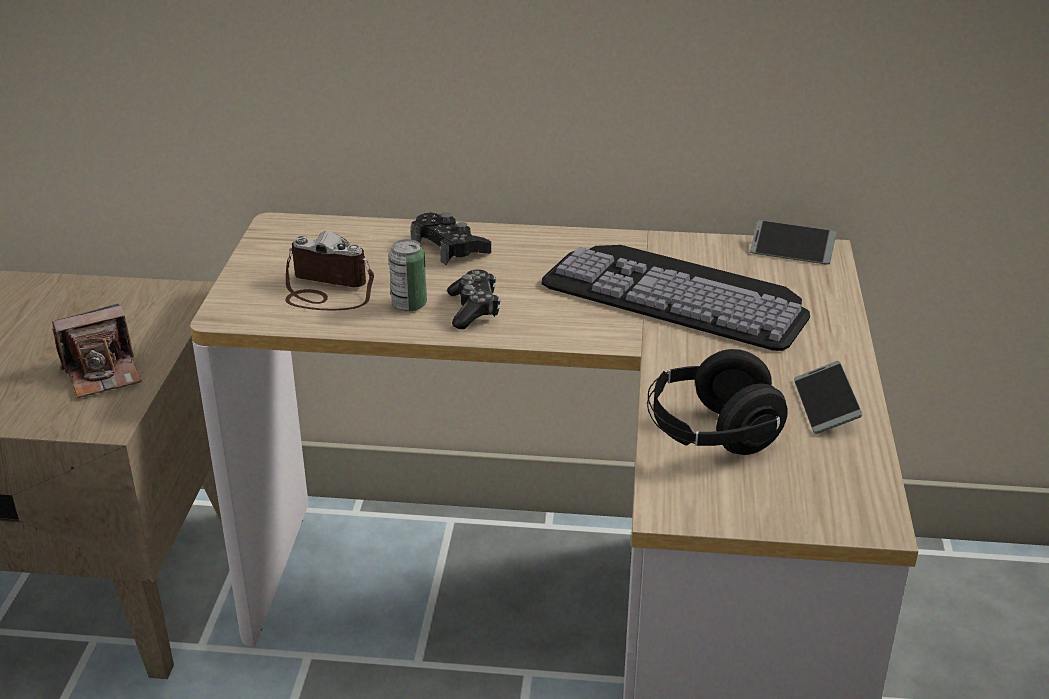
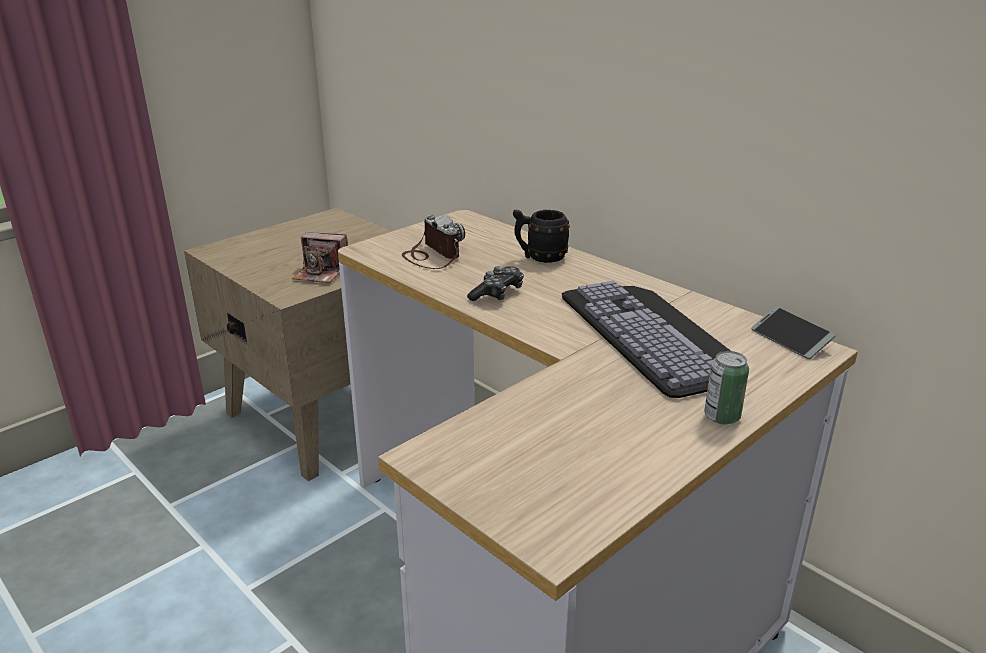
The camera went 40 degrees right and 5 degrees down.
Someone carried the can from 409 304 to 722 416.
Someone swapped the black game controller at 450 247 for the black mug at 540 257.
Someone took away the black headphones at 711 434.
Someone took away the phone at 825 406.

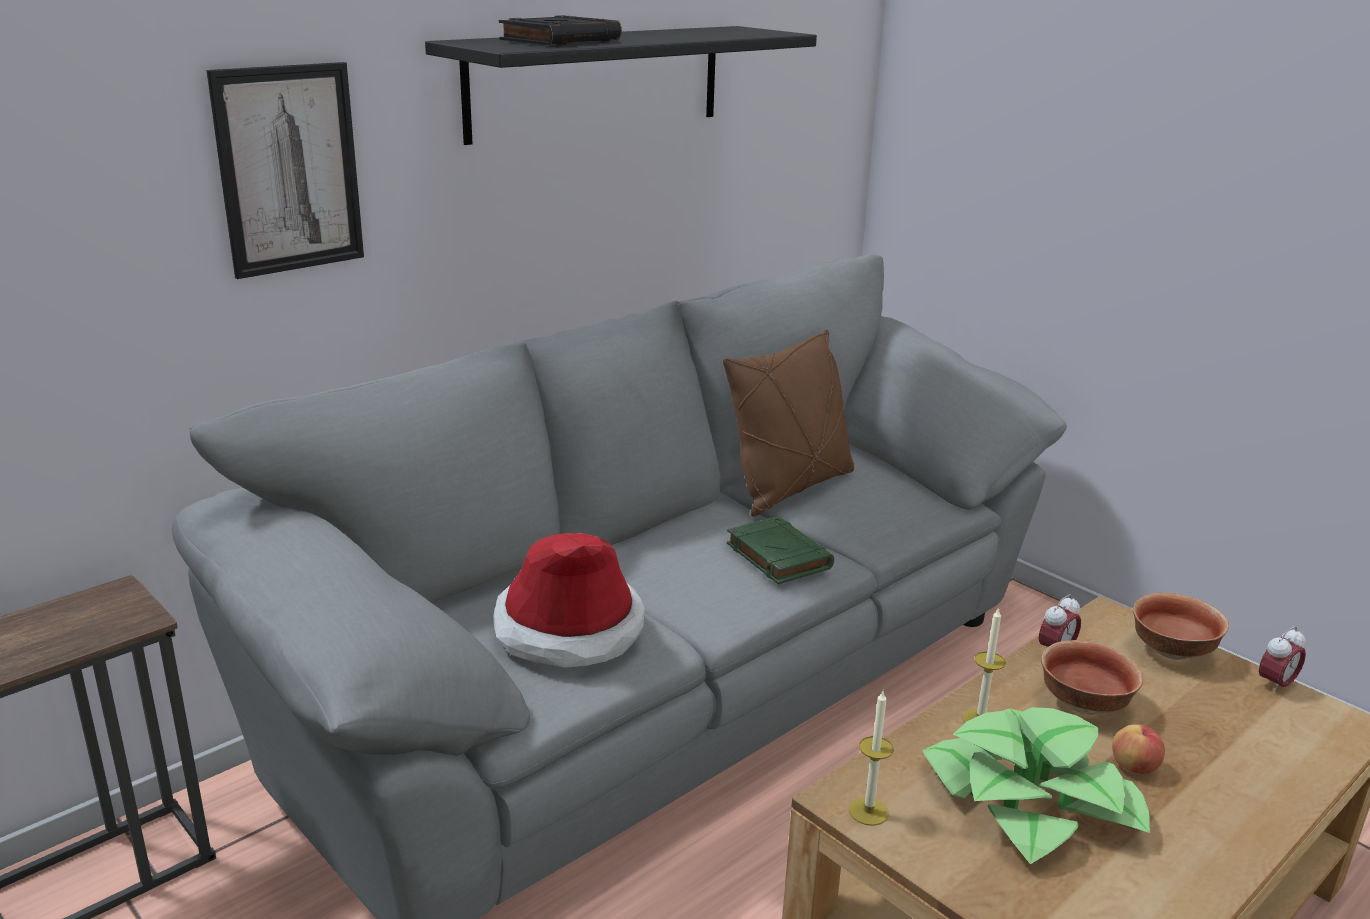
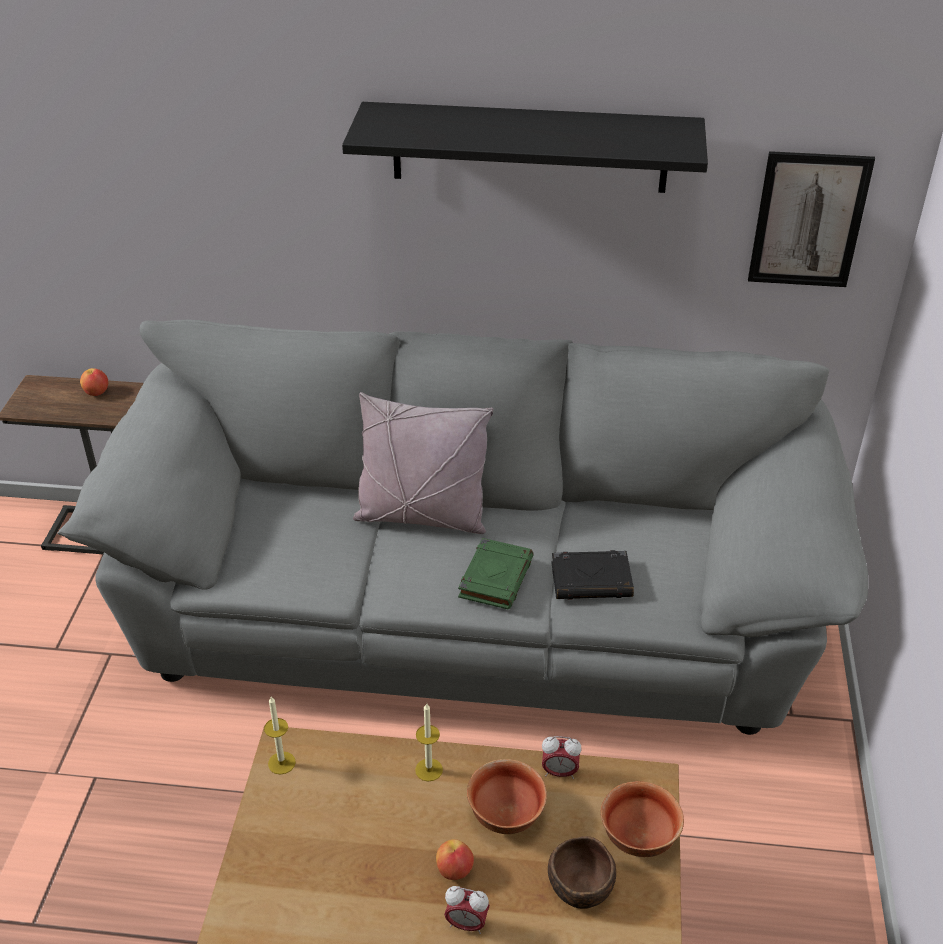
The camera went 50 degrees right and 15 degrees up.
Someone carried the picture from 289 169 to 808 220.
Someone took away the hat at 569 629.
Someone carried the black book from 561 40 to 592 580.
Someone took away the brown pillow at 790 487.
Someone took away the potted plant at 1030 802.
Someone carried the alarm clock from 1275 685 to 466 924.
Someone put down the apple at 96 392.
Someone put down the purple pillow at 422 517.
Someone put down the brown bowl at 580 886.

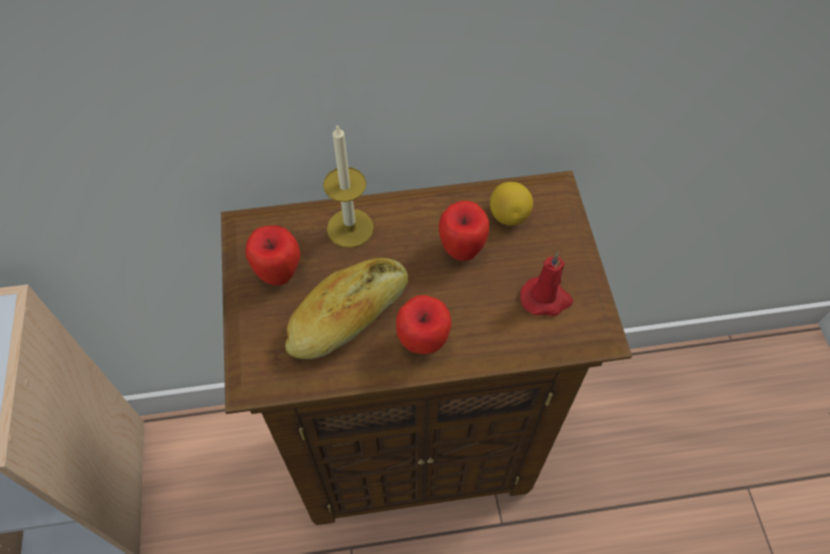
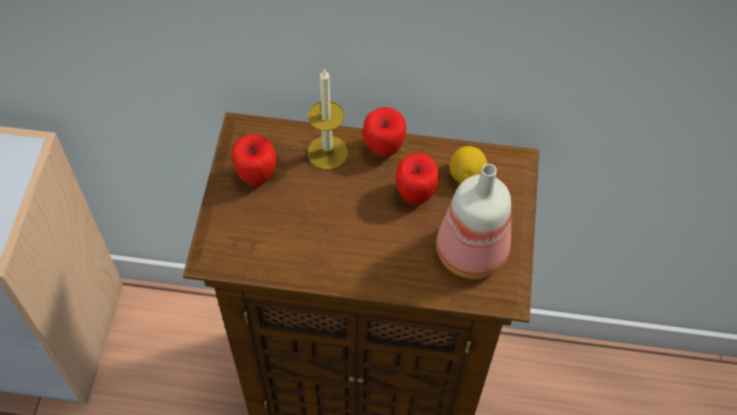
The camera went 15 degrees right and 0 degrees up.
Someone took away the bread at 349 317.
Someone carried the apple from 423 343 to 383 149.
Someone swapped the red candle at 546 299 for the bottle at 472 254.

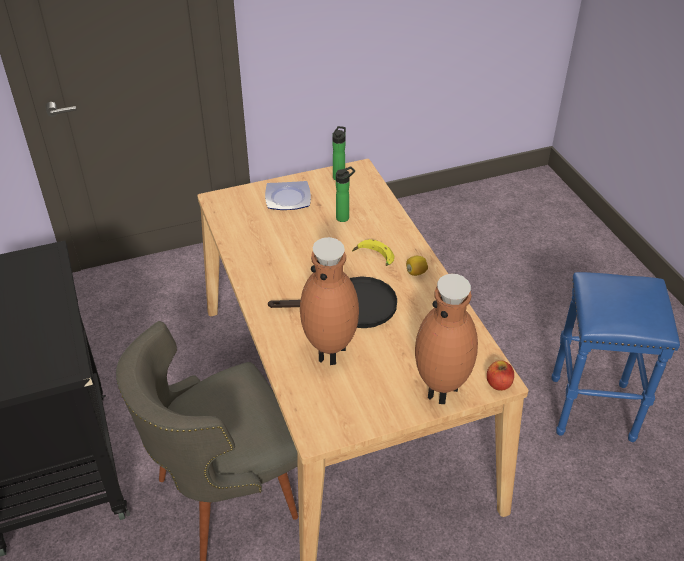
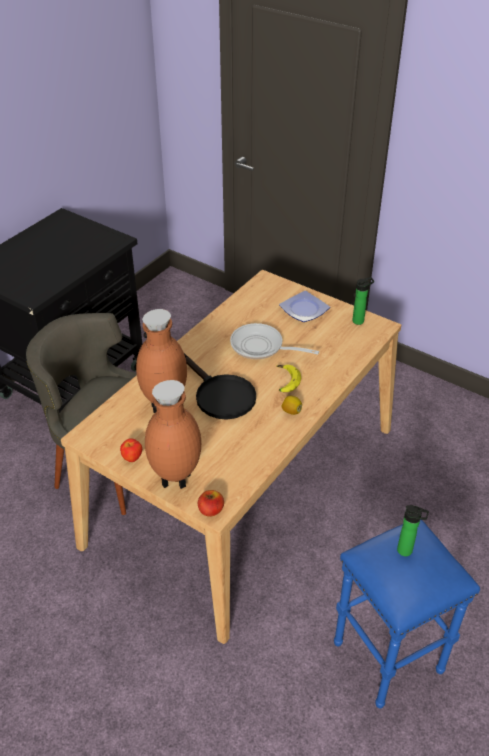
The camera went 55 degrees right and 0 degrees up.
Someone carried the bottle from 344 217 to 407 551.
Someone put down the apple at 132 458.
Someone put down the frying pan at 261 347.

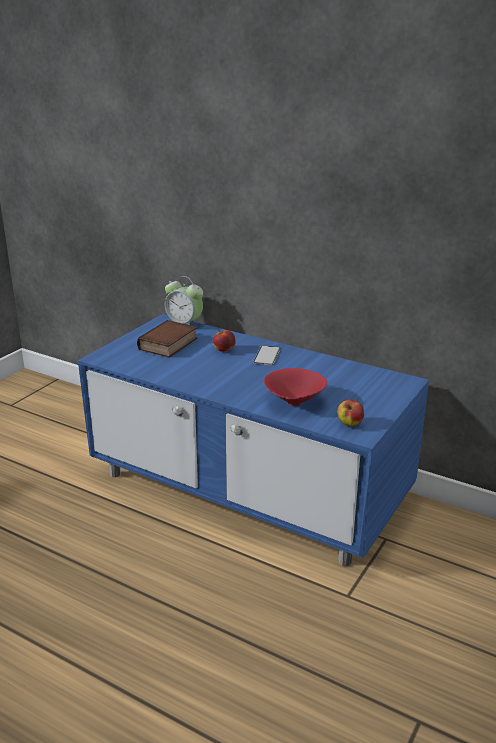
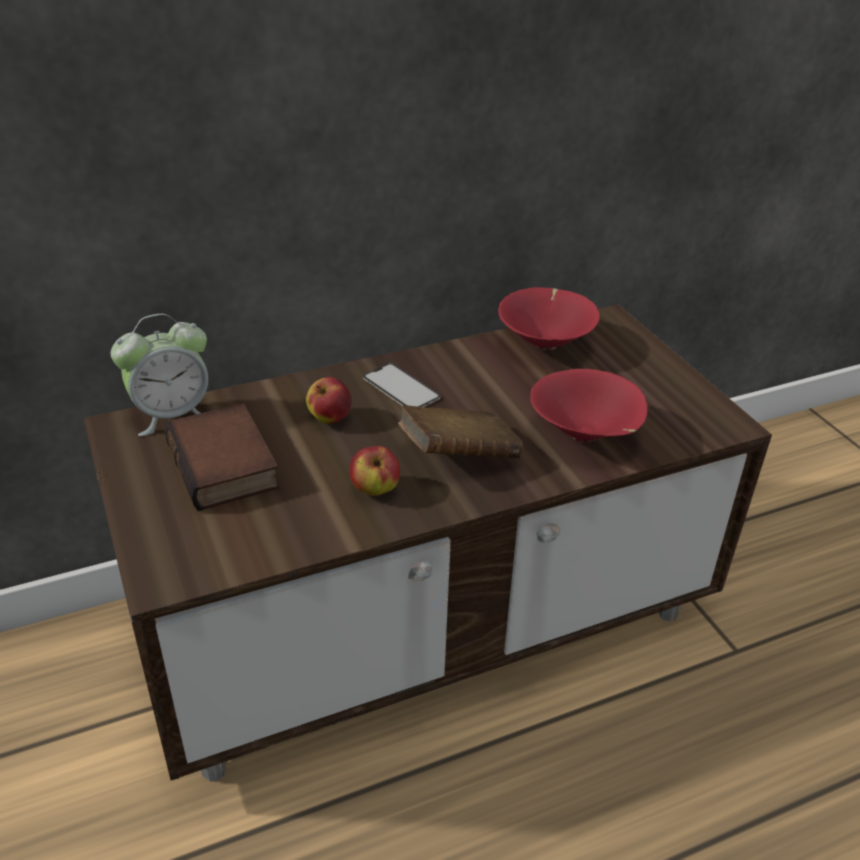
The camera went 55 degrees left and 10 degrees up.
Someone repainted the blue tv stand at 249 488, which became the brown tv stand at 426 615.
Someone carried the apple from 349 424 to 374 490.
Someone put down the brown book at 458 456.
Someone put down the red bowl at 546 343.

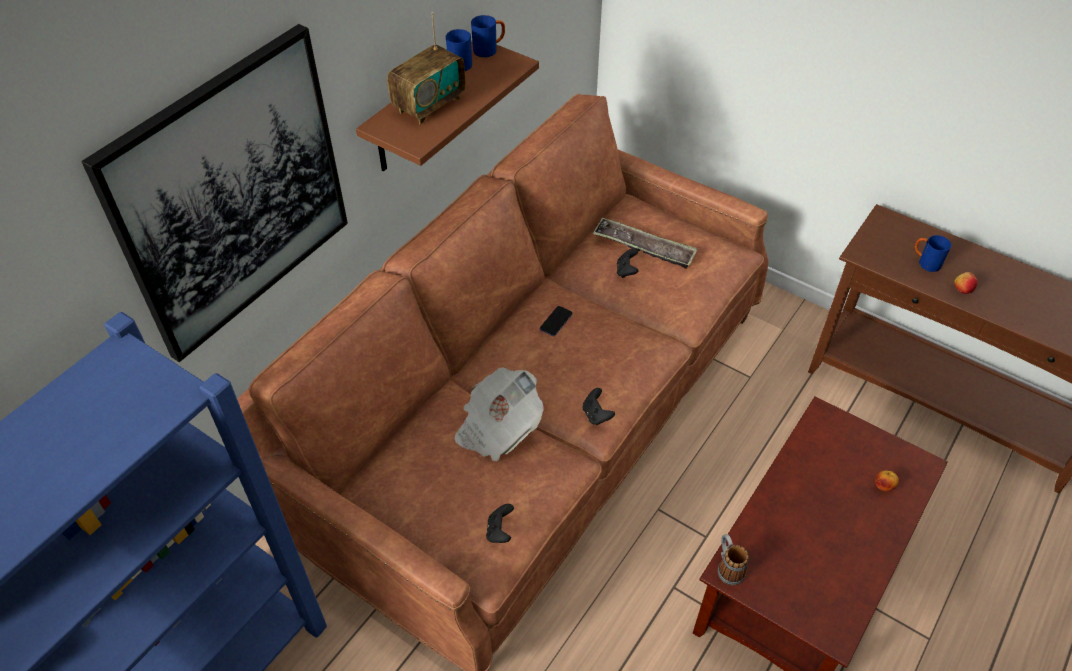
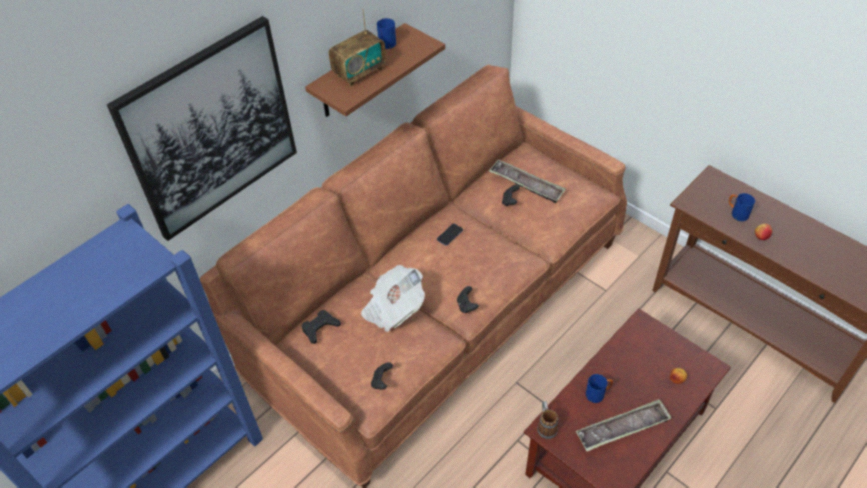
The camera went 10 degrees right and 0 degrees up.
Someone carried the blue mug from 489 50 to 598 394.
Someone put down the black game controller at 320 328.
Someone put down the tray at 623 428.

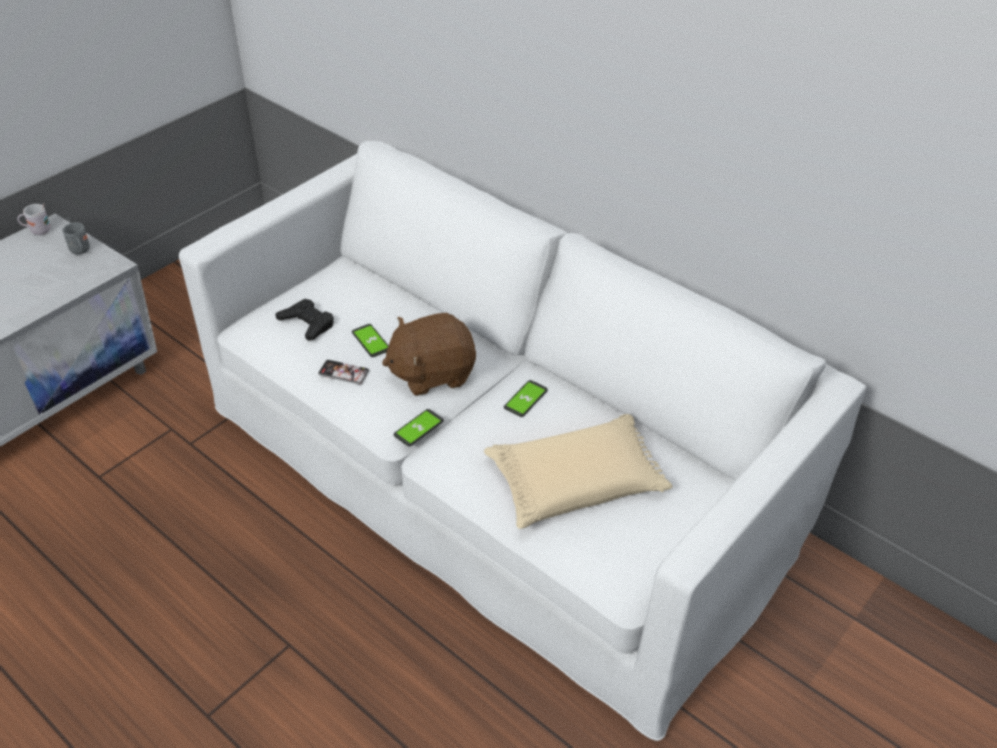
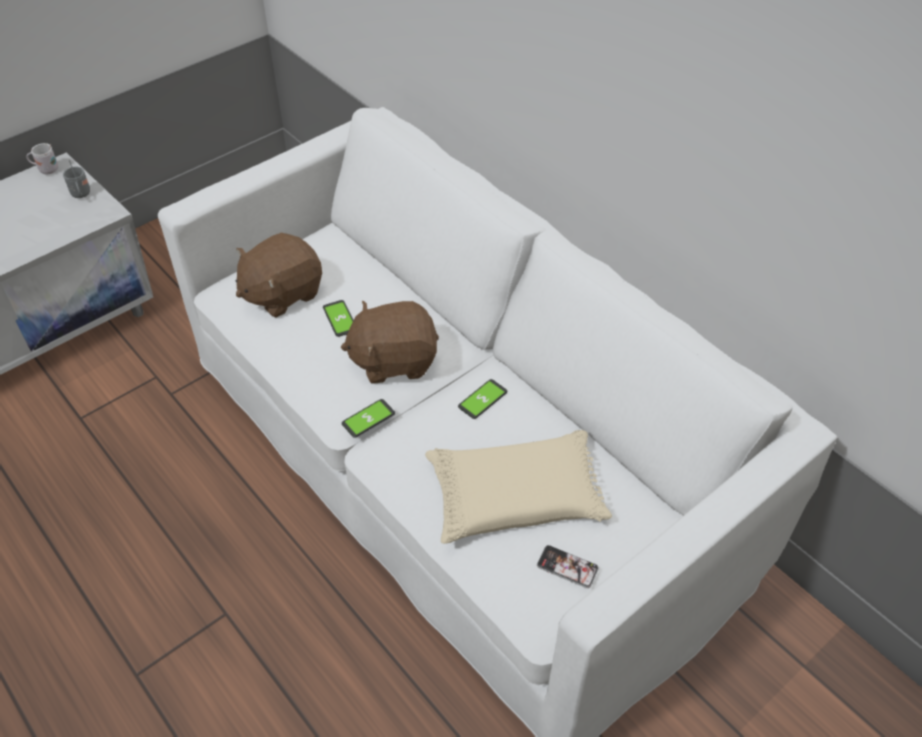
The camera went 10 degrees right and 5 degrees up.
Someone swapped the black game controller at 307 323 for the brown plush toy at 281 293.
Someone carried the phone from 343 373 to 567 567.

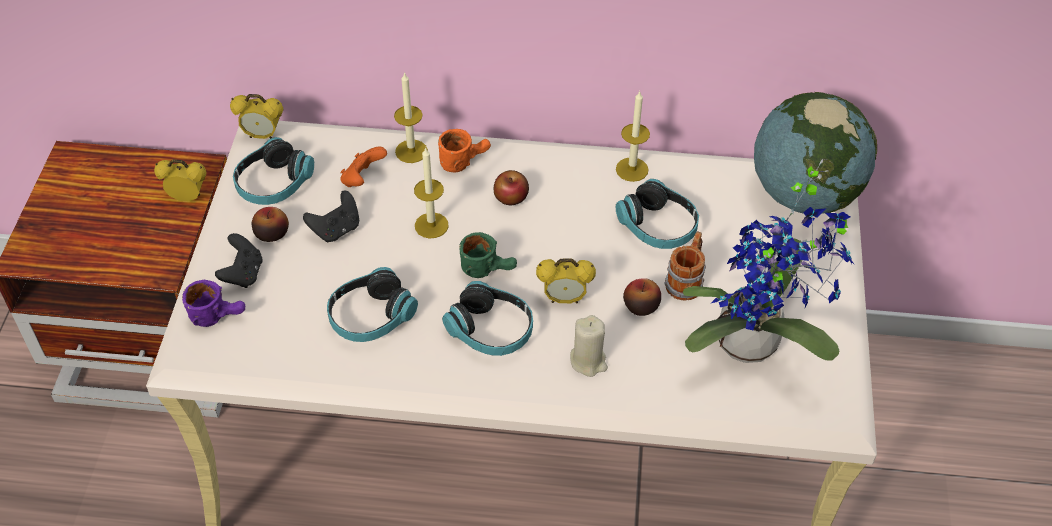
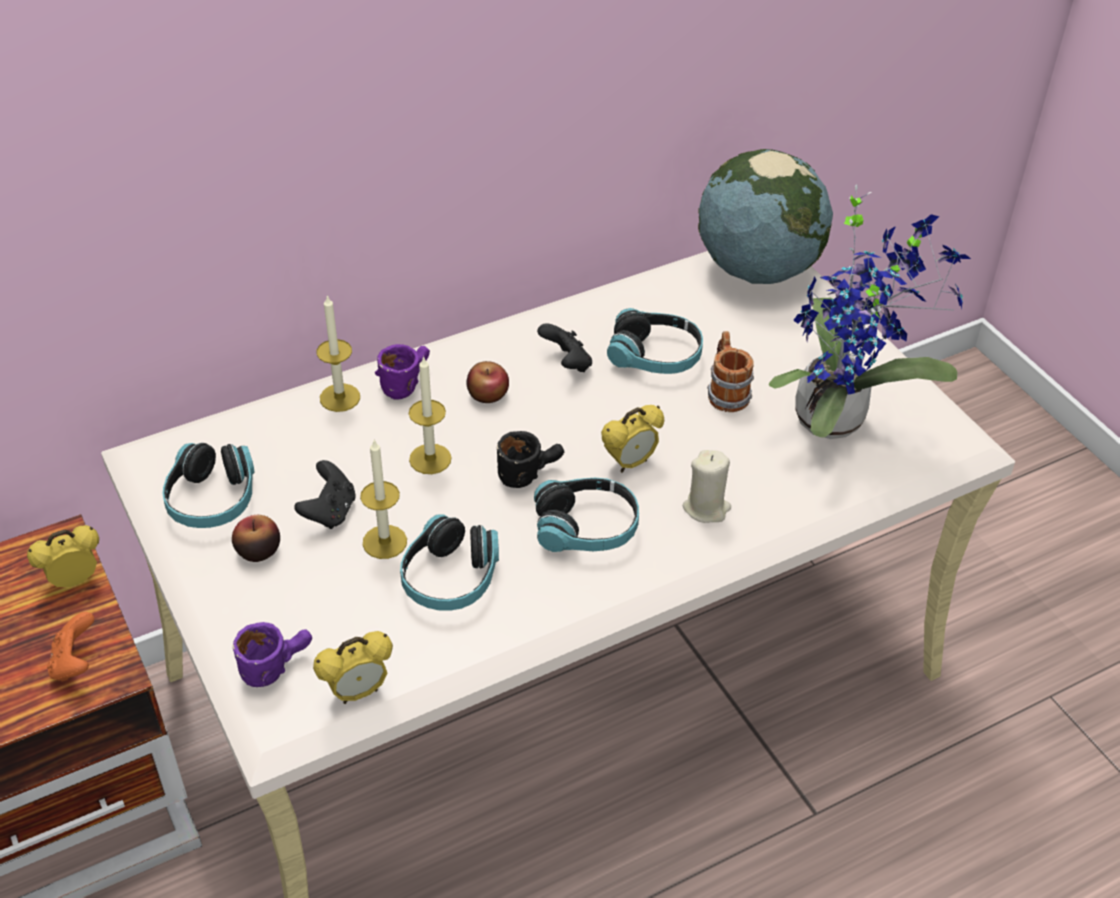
The camera went 35 degrees left and 5 degrees down.
Someone carried the black game controller from 243 274 to 567 363.
Someone carried the alarm clock from 262 136 to 358 692.
Someone carried the orange game controller from 363 179 to 75 663.
Someone repainted the orange mug at 464 160, which became the purple mug at 405 381.
Someone repainted the green mug at 489 269, which became the black mug at 529 472.
Someone carried the candle from 632 169 to 384 542.
Someone took away the apple at 641 306.

